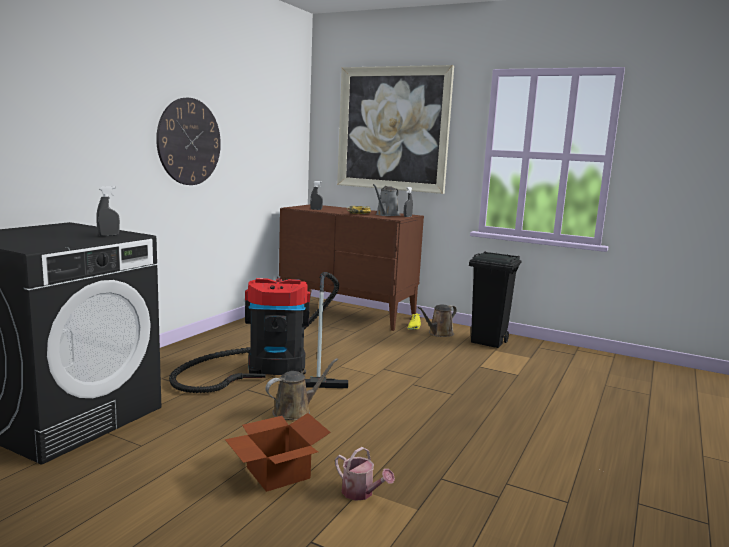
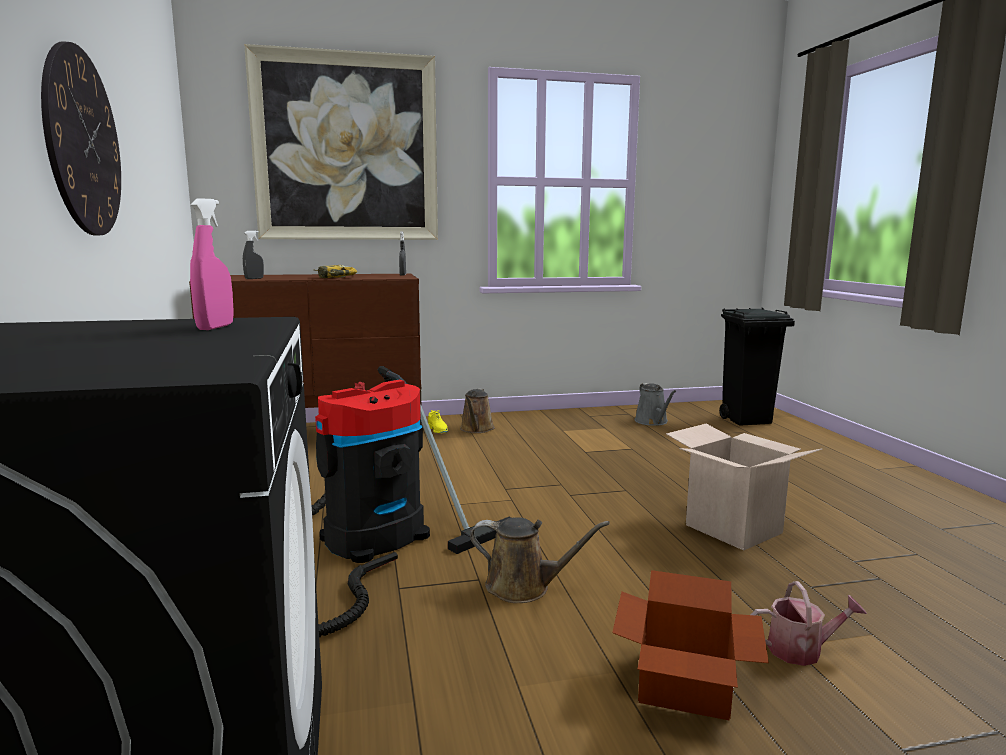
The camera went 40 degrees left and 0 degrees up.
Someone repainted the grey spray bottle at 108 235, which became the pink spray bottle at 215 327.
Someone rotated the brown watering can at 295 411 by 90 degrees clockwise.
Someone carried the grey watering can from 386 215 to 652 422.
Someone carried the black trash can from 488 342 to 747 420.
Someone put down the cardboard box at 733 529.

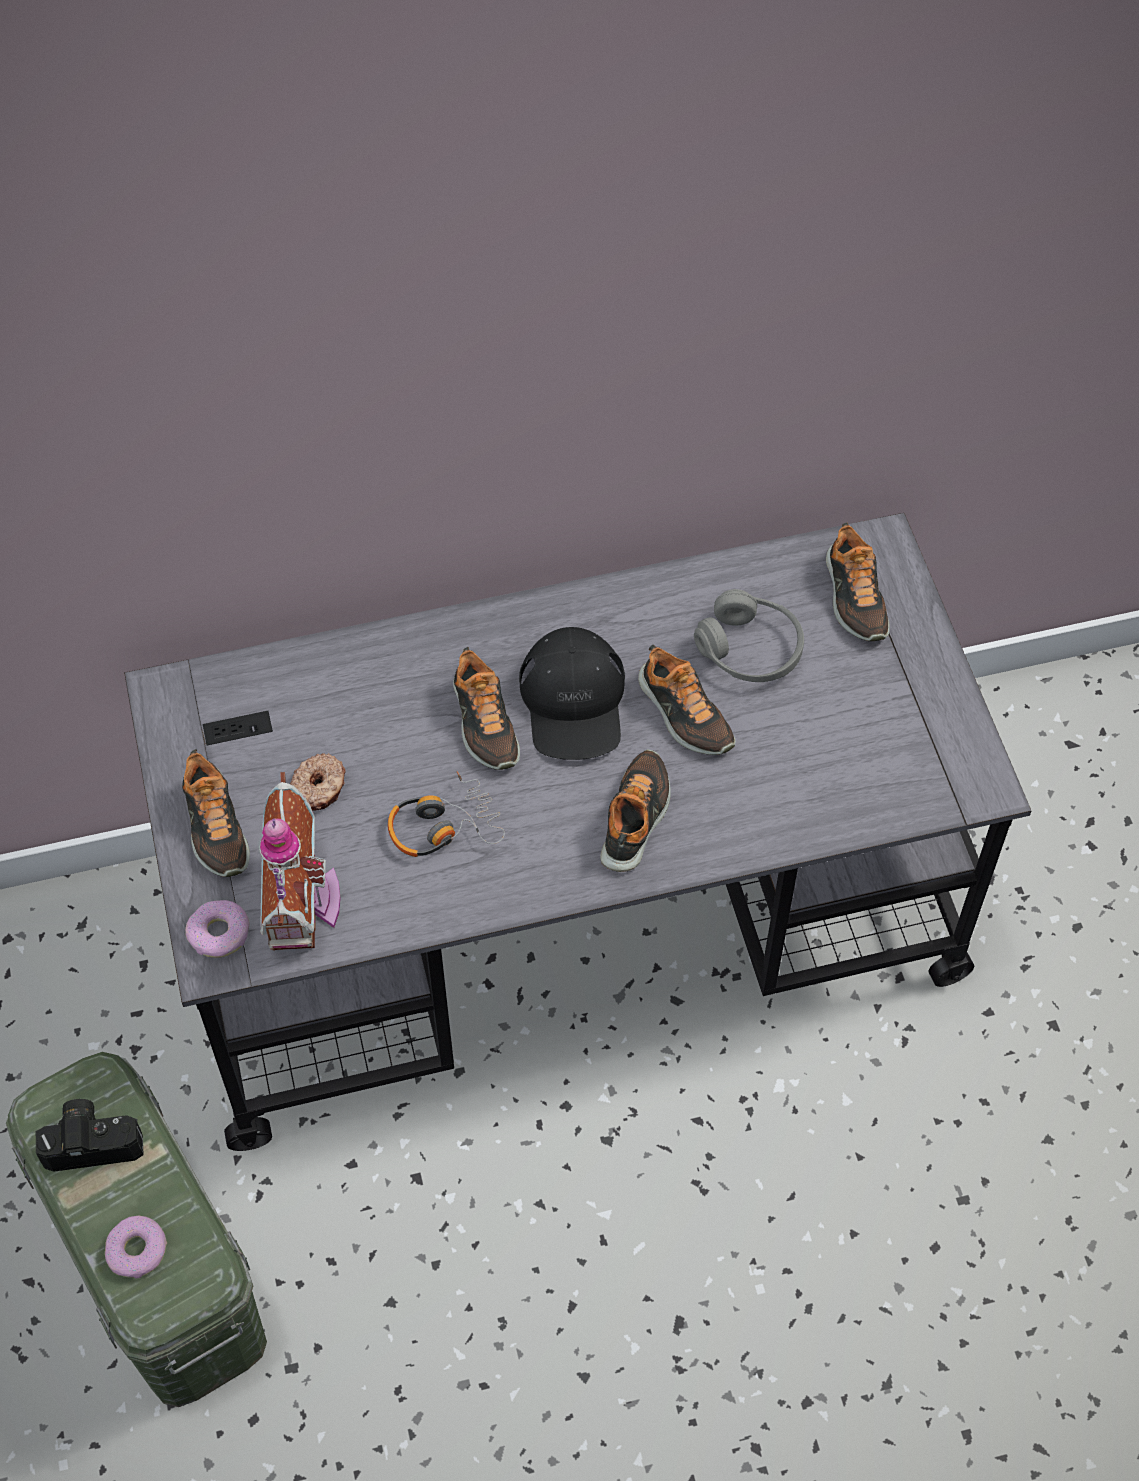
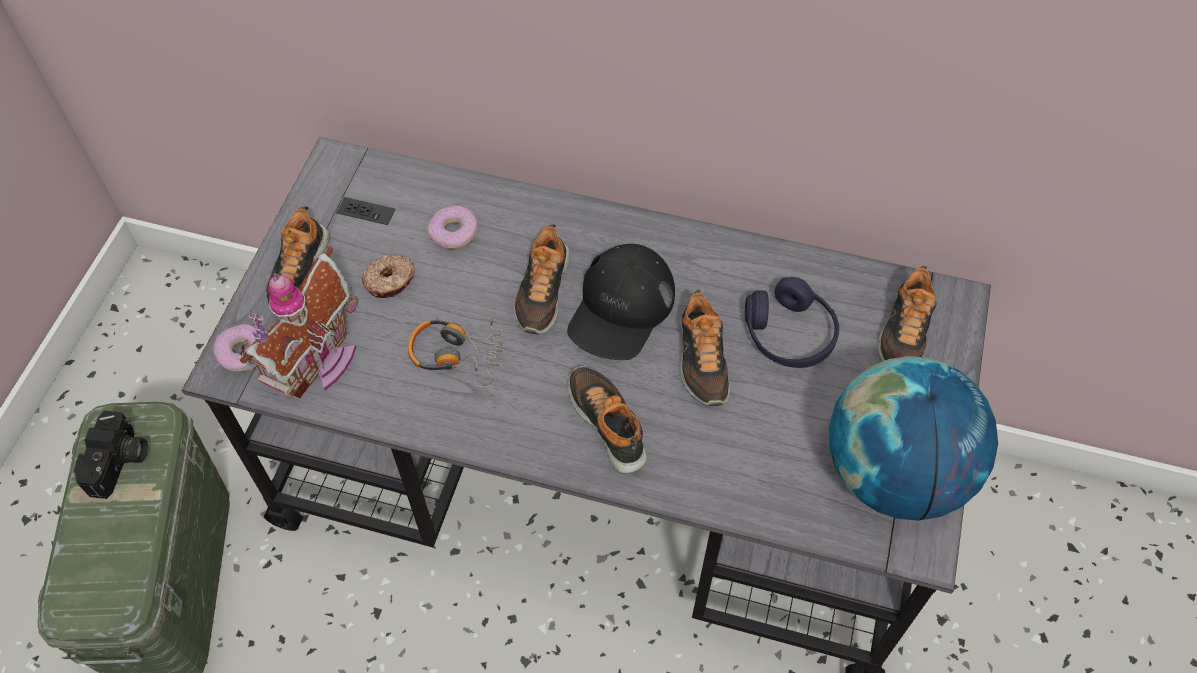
The camera went 30 degrees right and 0 degrees up.
Someone rotated the photo camera at 94 1140 by 75 degrees clockwise.
Someone carried the donut from 137 1250 to 454 233.
Someone rotated the shoe at 636 818 by 75 degrees counterclockwise.
Someone repainted the grey headphones at 750 649, which became the purple headphones at 789 334.
Someone put down the globe at 894 473.

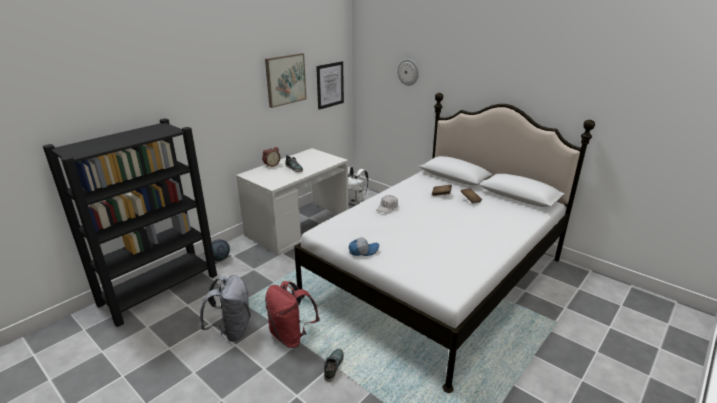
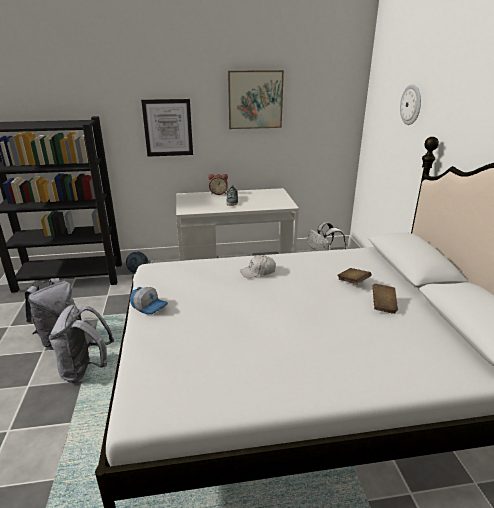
The camera went 40 degrees right and 0 degrees up.
Someone repainted the red backpack at 291 336, which became the grey backpack at 86 370.
Someone carried the picture from 330 85 to 168 128.
Someone took away the shoe at 333 366.

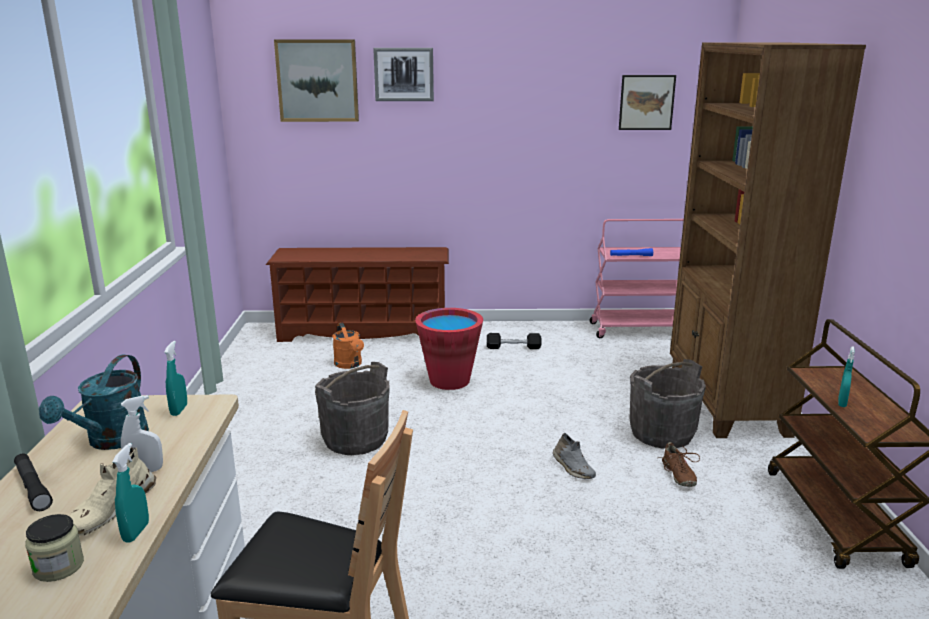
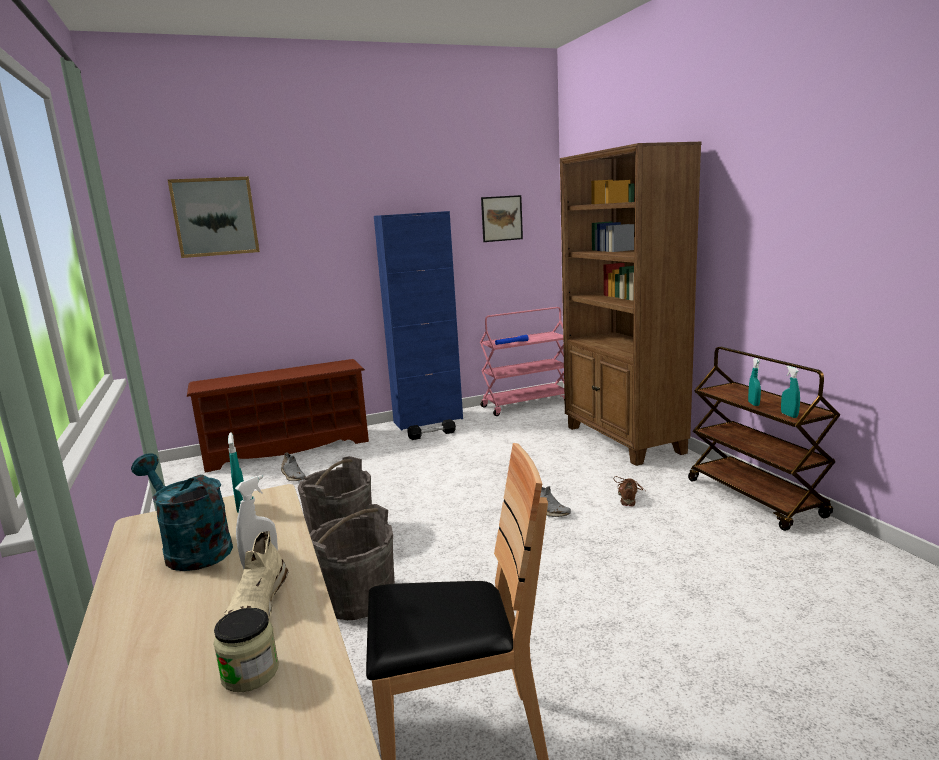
The camera went 20 degrees left and 5 degrees down.
Someone took away the black flashlight at 33 487.
Someone rotated the turquoise watering can at 111 441 by 135 degrees clockwise.
Someone carried the turquoise spray bottle from 136 532 to 789 415.
Someone swapped the orange watering can at 350 365 for the grey shoe at 293 476.
Someone took away the picture at 404 74.
Someone took away the red bucket at 449 381.
Someone carried the grey bucket from 662 433 to 357 598.
Someone rotated the brown shoe at 678 475 by 135 degrees counterclockwise.
Someone put down the blue cabinet at 428 420.

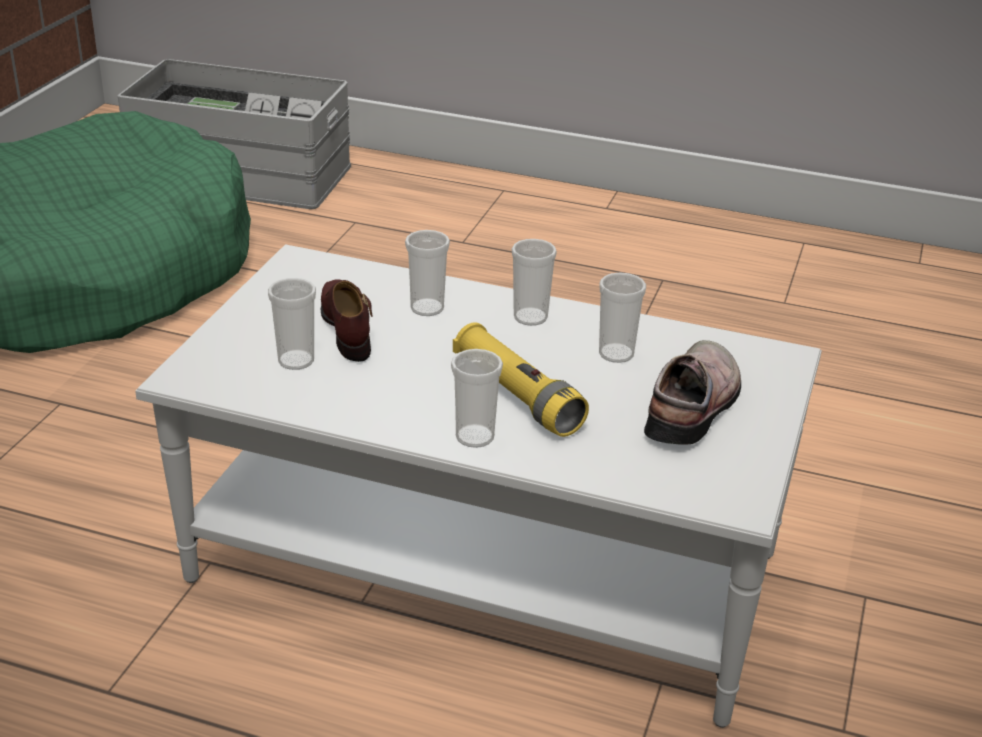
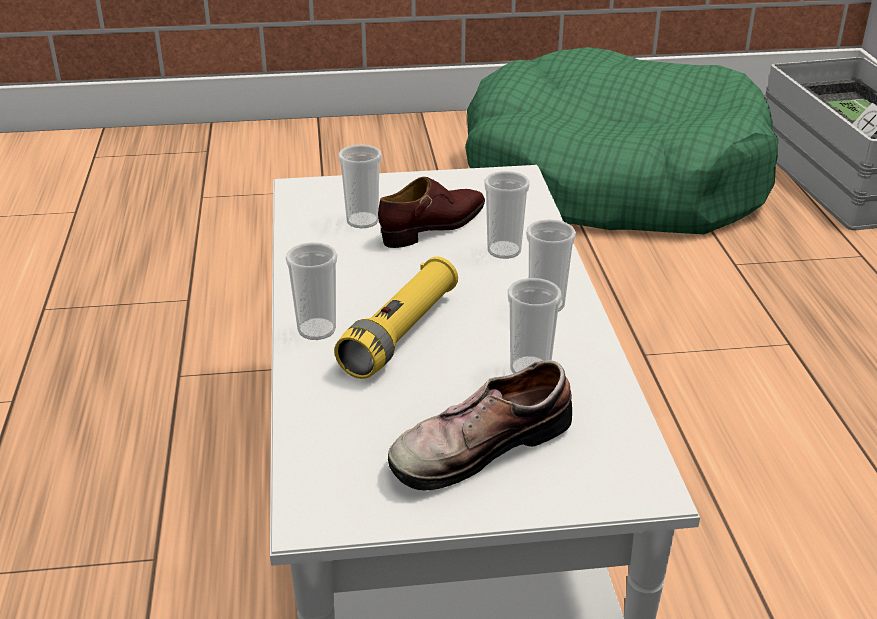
The camera went 65 degrees right and 0 degrees up.
Someone rotated the shoe at 696 406 by 150 degrees clockwise.

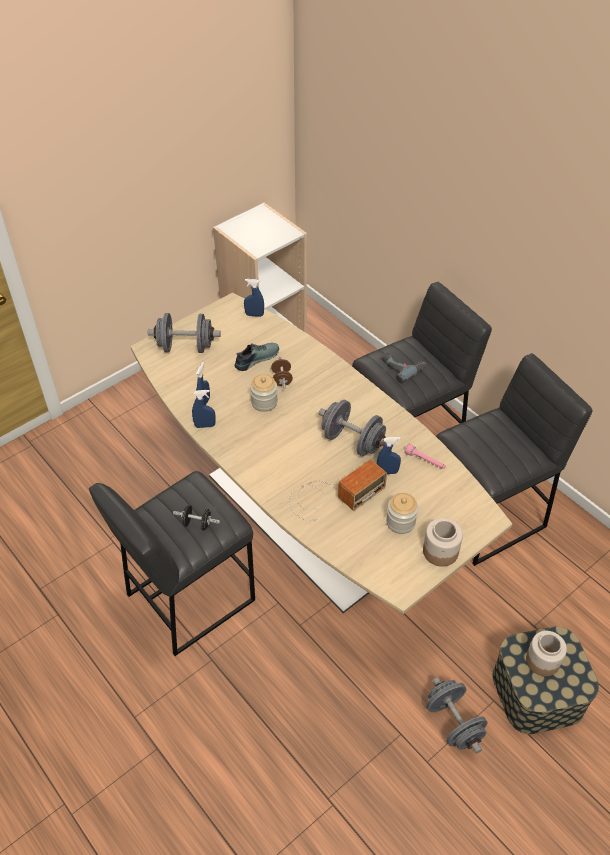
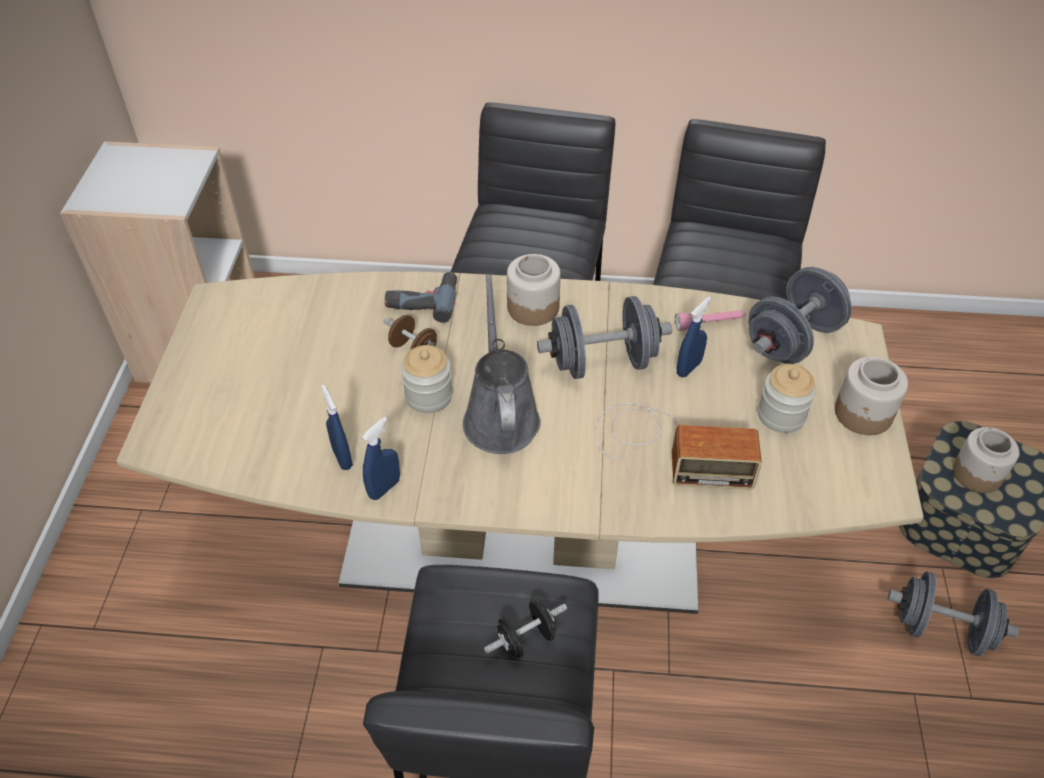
The camera went 45 degrees left and 0 degrees up.
Someone carried the grey dumbbell from 186 347 to 792 340.
Someone took away the shoe at 256 358.
Someone took away the blue spray bottle at 254 315.
Someone rotated the radio at 332 496 by 90 degrees clockwise.
Someone carried the power drill from 402 367 to 422 299.
Someone put down the grey watering can at 500 416.
Someone put down the jar at 532 307.

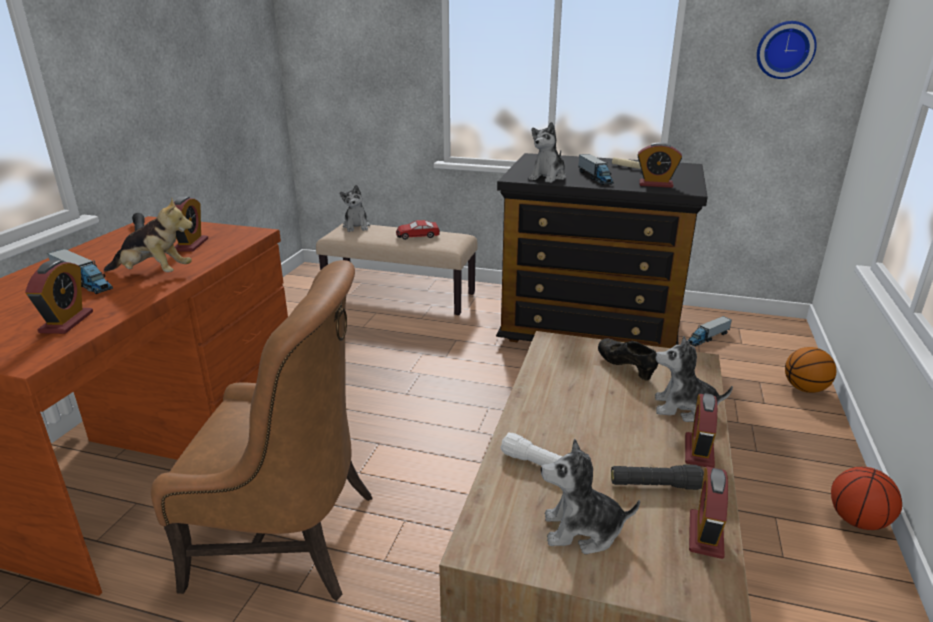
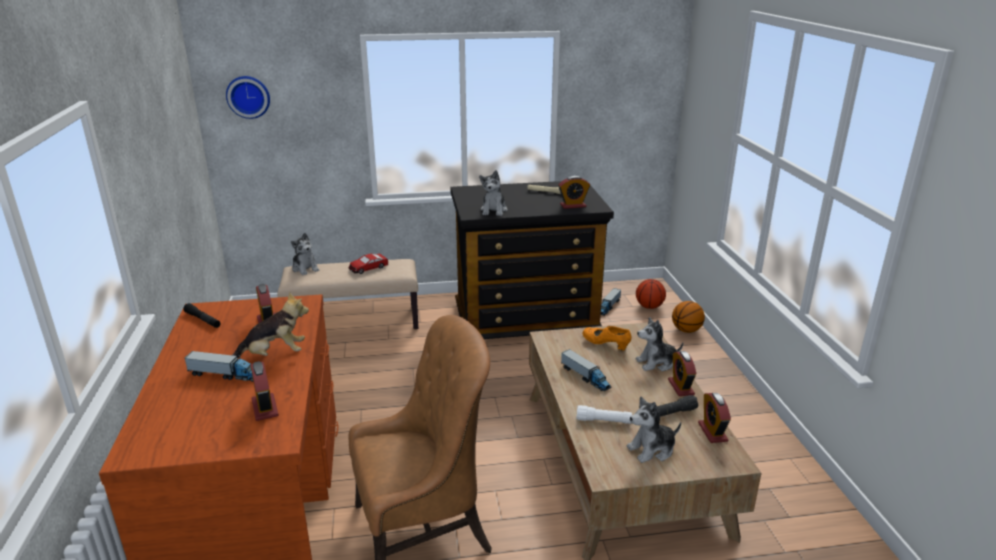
The camera went 25 degrees left and 0 degrees up.
Someone carried the toy truck from 595 177 to 585 377.
Someone repainted the black shoe at 625 368, which became the orange shoe at 606 345.
Someone carried the wall clock from 785 50 to 248 96.
Someone carried the basketball from 857 521 to 649 307.

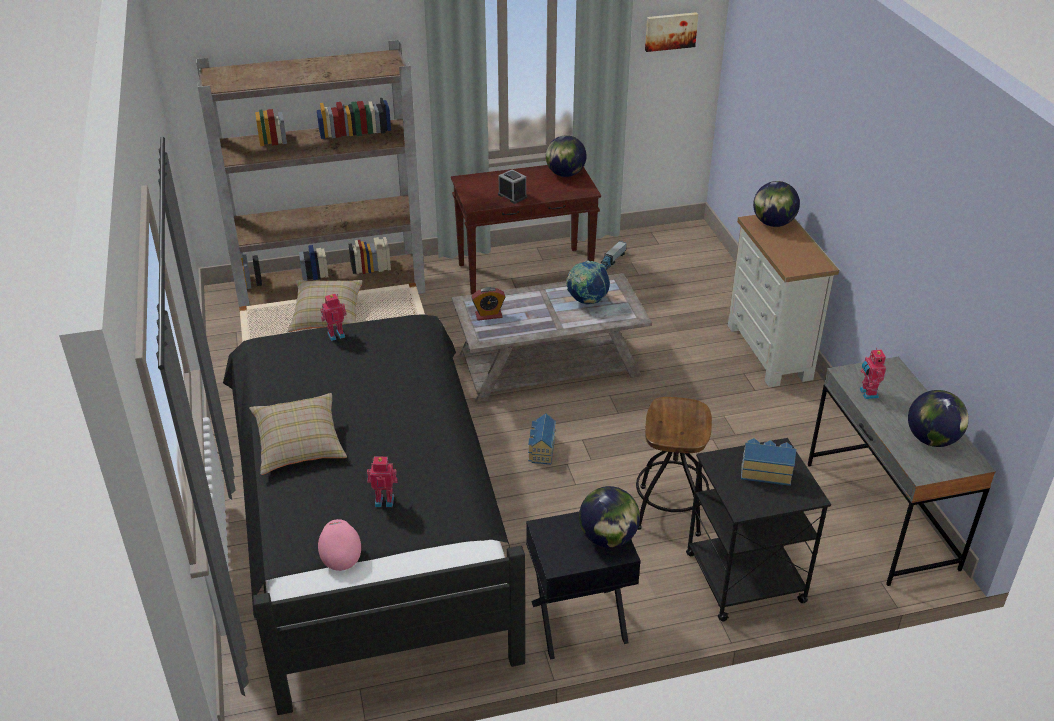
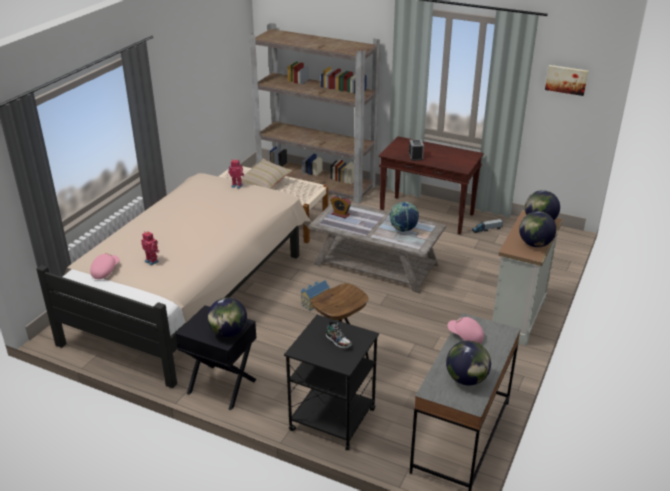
The camera went 40 degrees right and 5 degrees down.
Someone repainted the black bed at 371 523, which became the beige bed at 193 292.
Someone took away the beige pillow at 299 446.
Someone carried the globe from 565 174 to 534 244.
Someone swapped the toy house at 765 472 for the shoe at 338 341.
Someone swapped the toy robot at 867 393 for the pink cap at 465 337.

